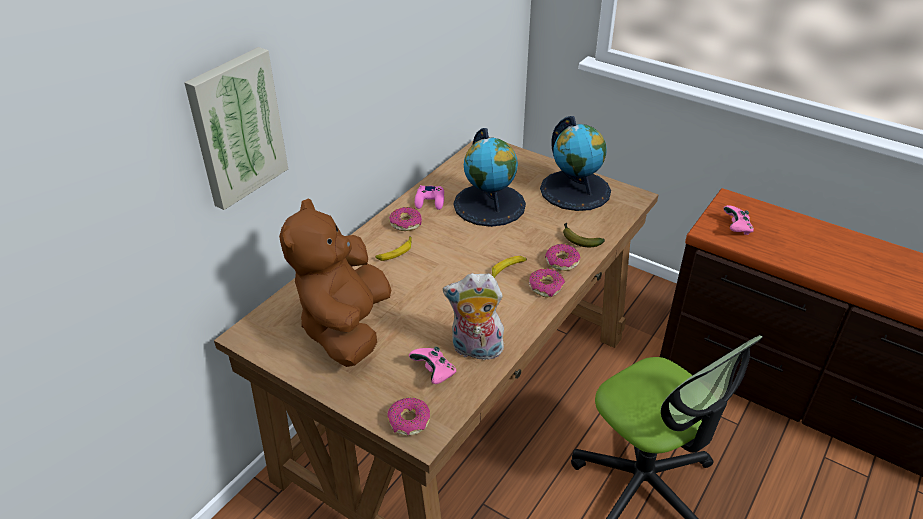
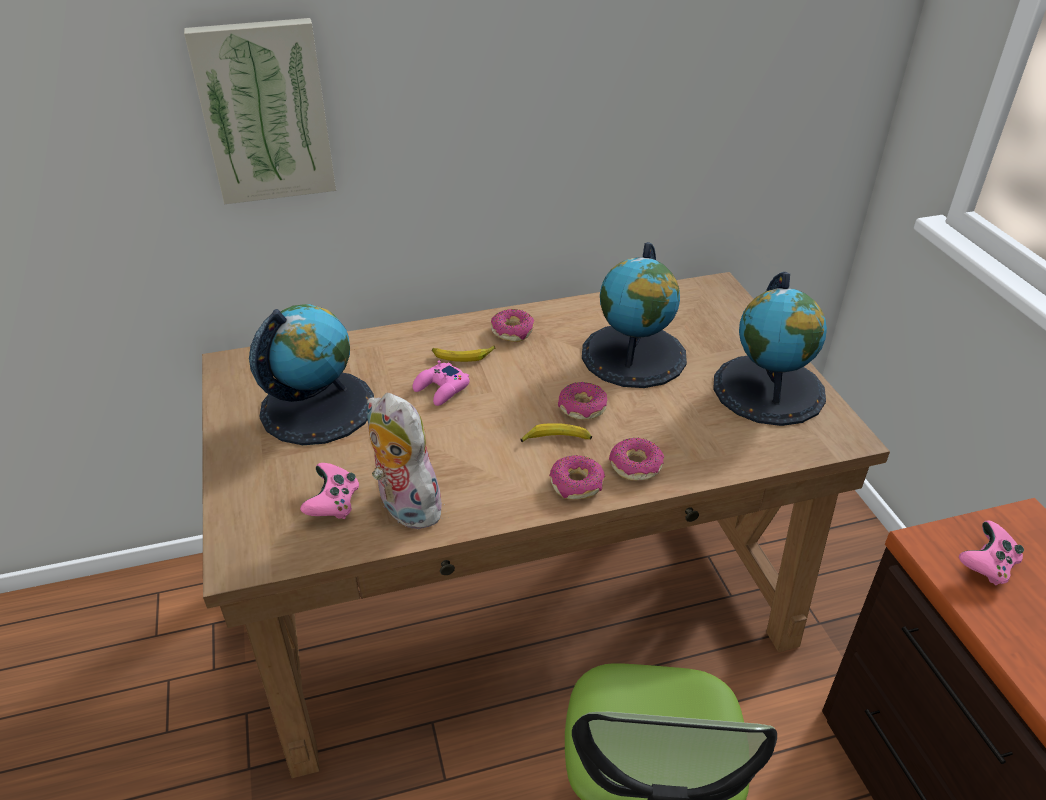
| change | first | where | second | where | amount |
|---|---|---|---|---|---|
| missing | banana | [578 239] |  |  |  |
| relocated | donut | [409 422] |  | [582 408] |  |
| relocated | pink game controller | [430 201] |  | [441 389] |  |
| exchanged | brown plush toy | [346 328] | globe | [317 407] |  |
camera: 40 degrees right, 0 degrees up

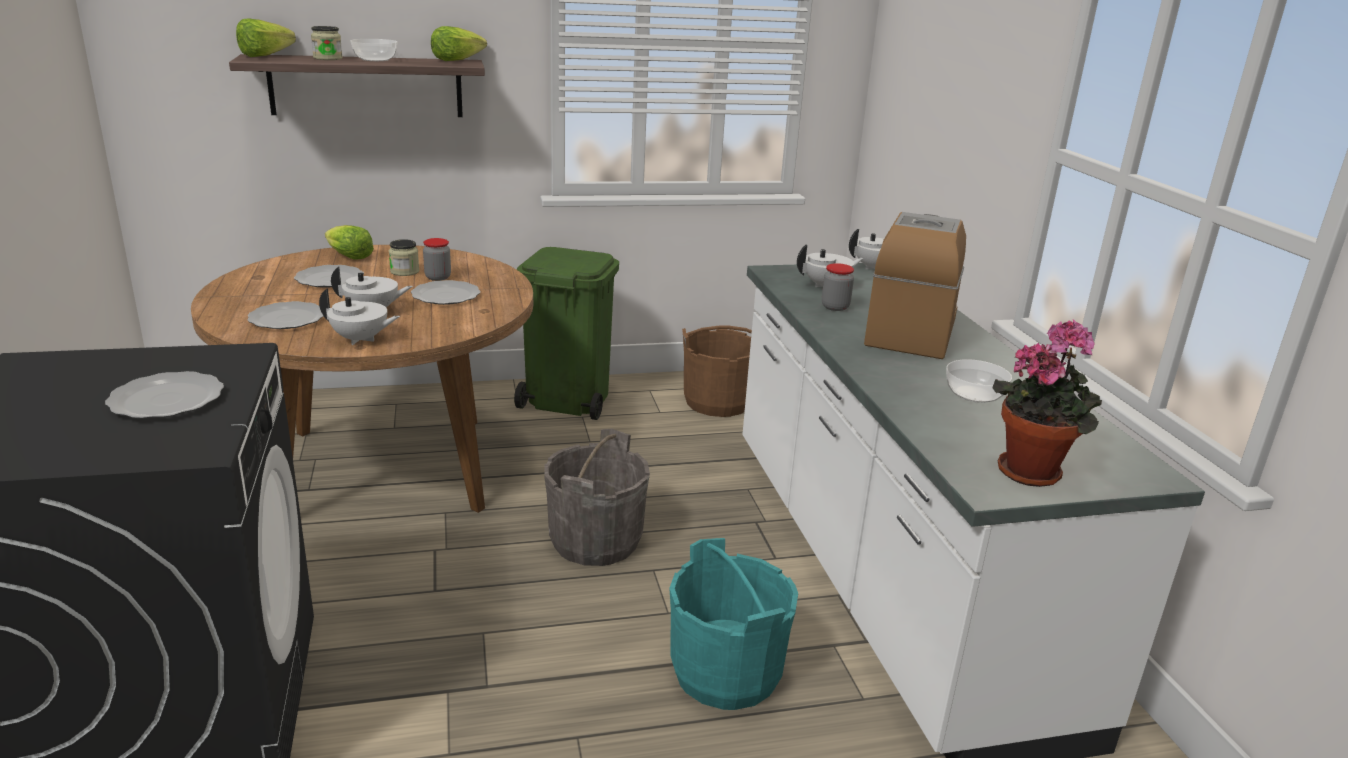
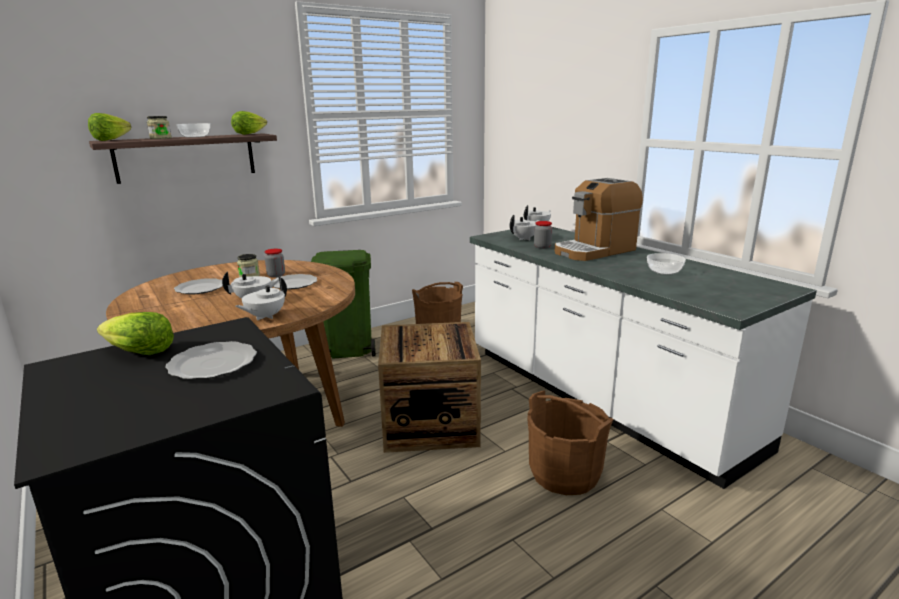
| change | first | where | second | where | amount |
|---|---|---|---|---|---|
| missing | plate | [286 318] |  |  |  |
| missing | potted plant | [1033 471] |  |  |  |
| relocated | lettuce | [348 256] |  | [139 352] |  |
| exchanged | grey bucket | [595 541] | crate | [430 423] |  |
| colour | turquoise bucket | [725 673] | brown bucket | [564 474] |  |
| spun | white teapot | [360 339] |  | [265 317] | 135 degrees clockwise |
| spun | coffee machine | [911 331] |  | [594 251] | 120 degrees counterclockwise |
camera: 20 degrees left, 5 degrees down

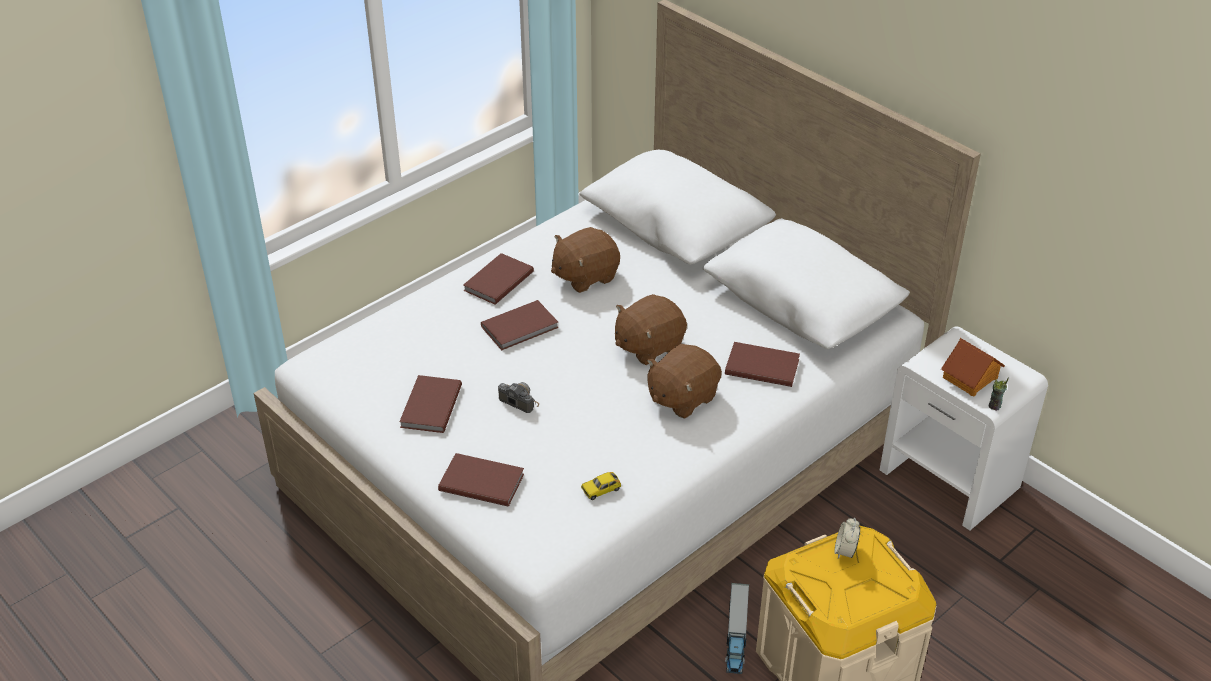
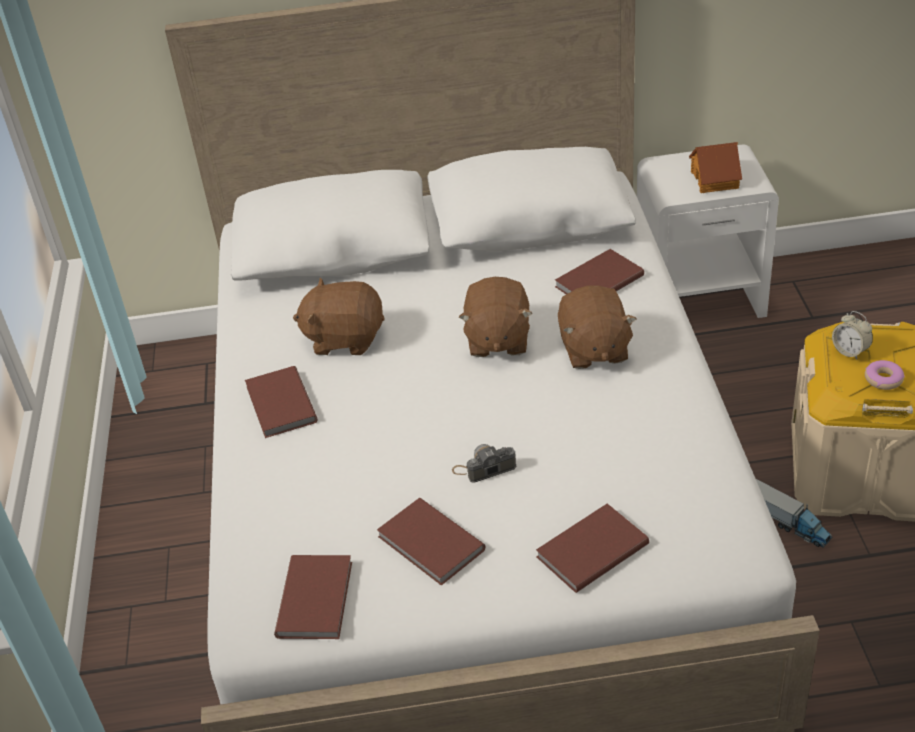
| change | first | where | second | where | amount |
|---|---|---|---|---|---|
| missing | toy car | [601 489] |  |  |  |
| missing | cup | [995 406] |  |  |  |
| appeared |  |  | donut | [883 379] |  |
| relocated | brown book | [521 328] |  | [317 598] |  |
| spun | brown plush toy | [585 276] |  | [344 338] | 90 degrees clockwise |
camera: 50 degrees left, 0 degrees up

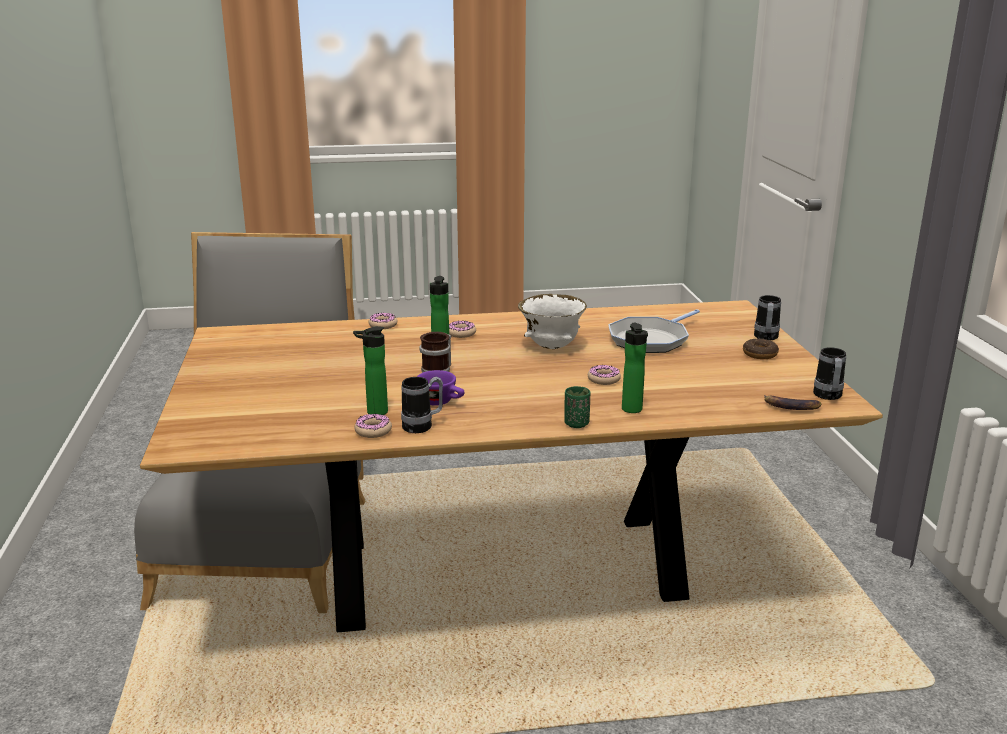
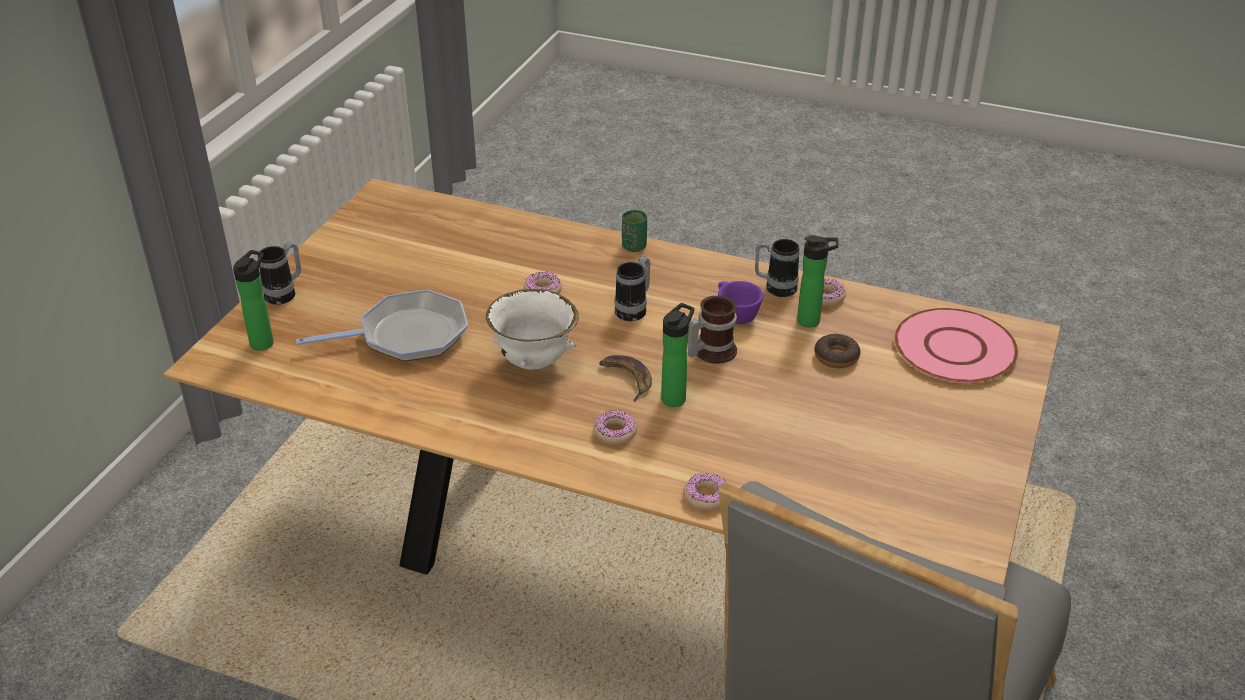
| change | first | where | second | where | amount |
|---|---|---|---|---|---|
| appeared |  |  | pink plate | [954 349] |  |
| relocated | bottle | [632 410] |  | [264 341] |  |
| relocated | donut | [760 354] |  | [836 357] |  |
| relocated | banana | [791 406] |  | [627 378] |  |
| relocated | mug | [828 397] |  | [634 309] |  |
camera: 150 degrees left, 15 degrees up

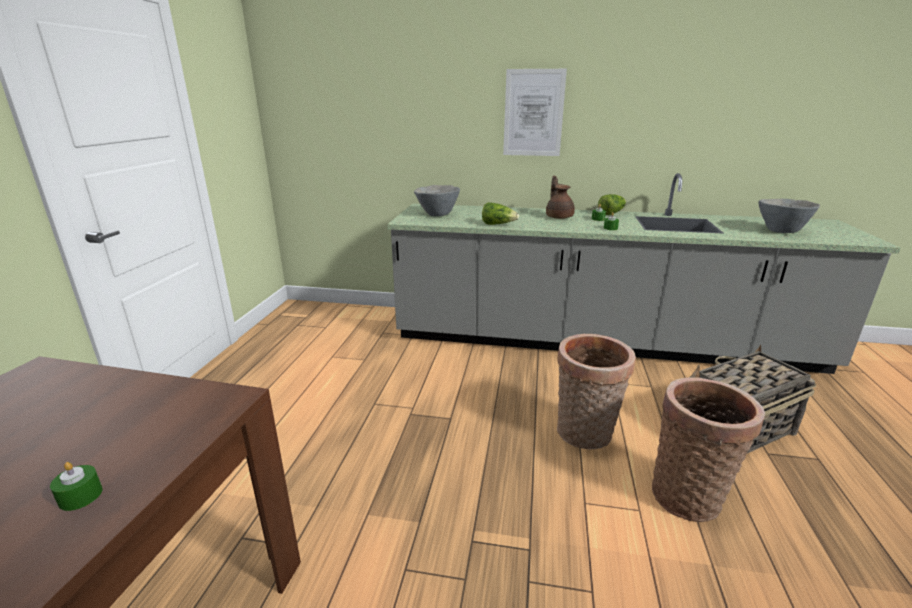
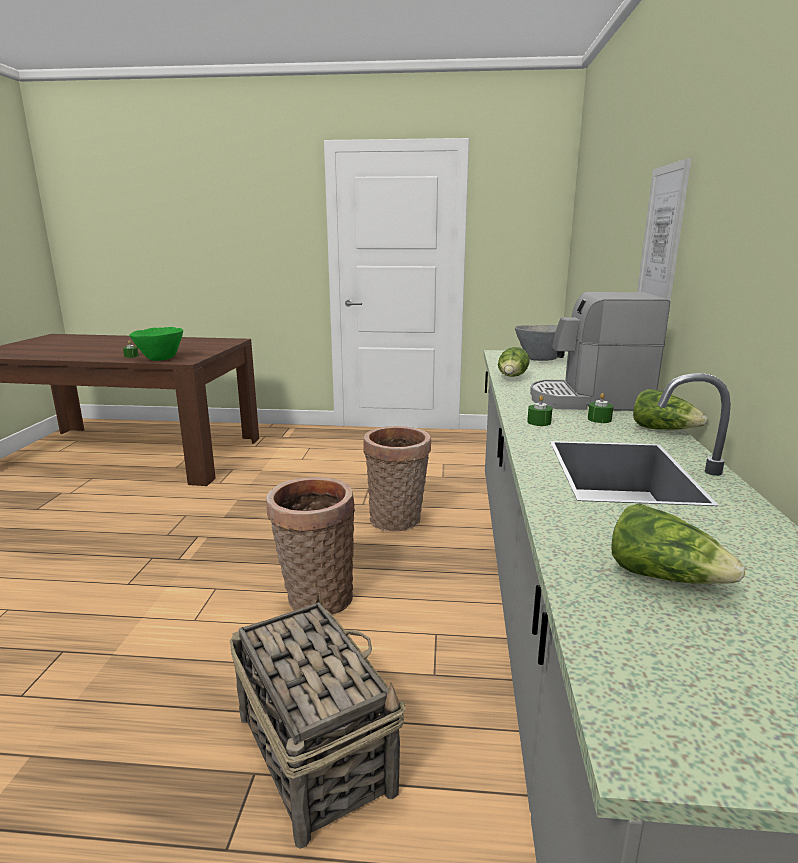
| change | first | where | second | where | amount |
|---|---|---|---|---|---|
| appeared |  |  | green bowl | [160 359] |  |
| relocated | basket | [689 494] |  | [397 521] |  |
| exchanged | brown teapot | [559 217] | coffee machine | [589 401] |  |
| exchanged | grey bowl | [780 231] | lettuce | [664 577] |  |
camera: 85 degrees right, 5 degrees down

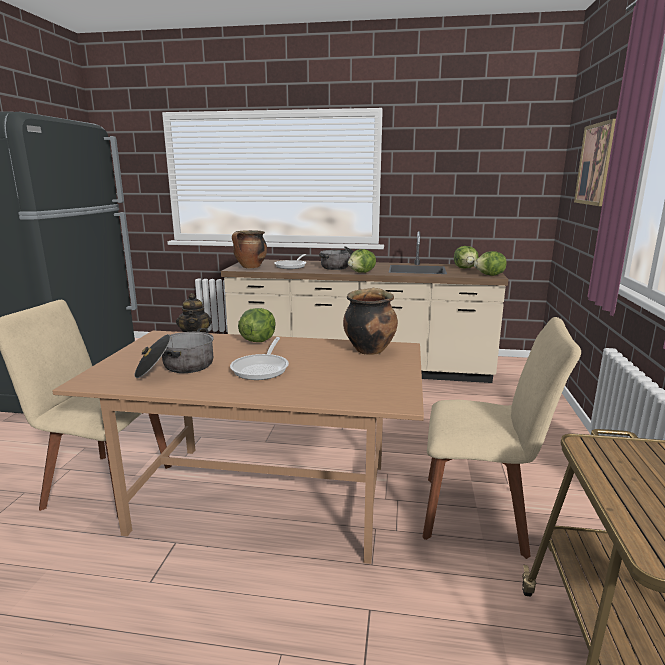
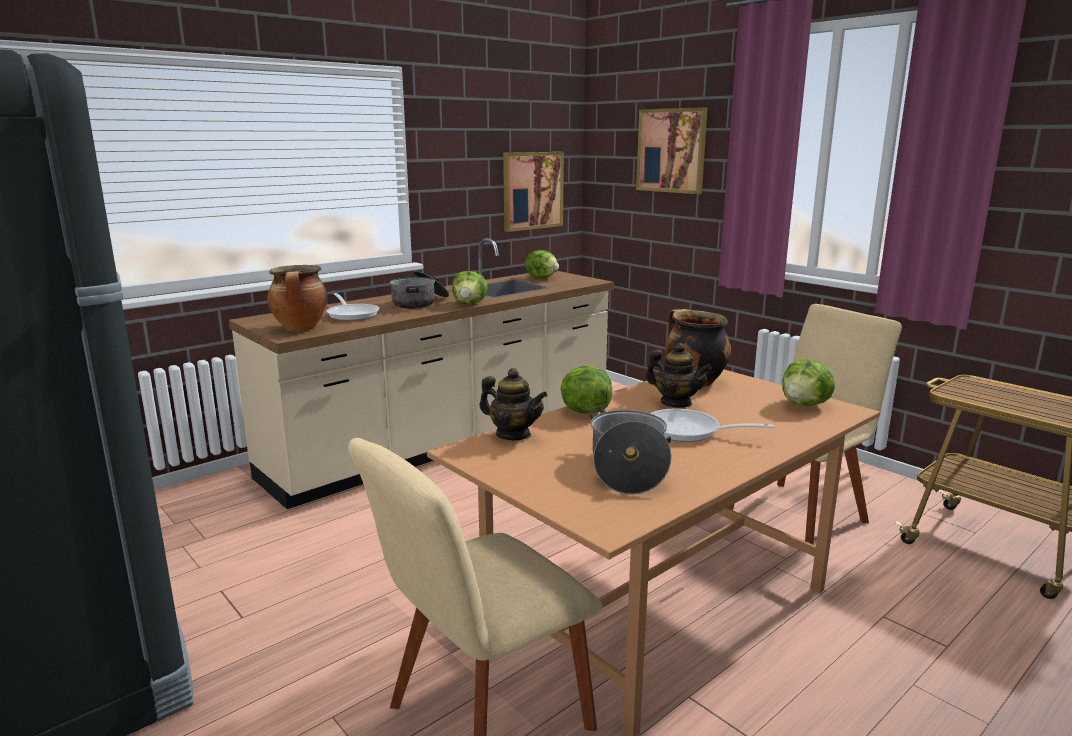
| change | first | where | second | where | amount |
|---|---|---|---|---|---|
| appeared |  |  | picture | [532 190] |  |
| appeared |  |  | teapot | [676 403] |  |
| relocated | lettuce | [490 275] |  | [805 405] |  |
| spun | frying pan | [262 368] |  | [689 431] | 150 degrees clockwise |
camera: 50 degrees left, 0 degrees up

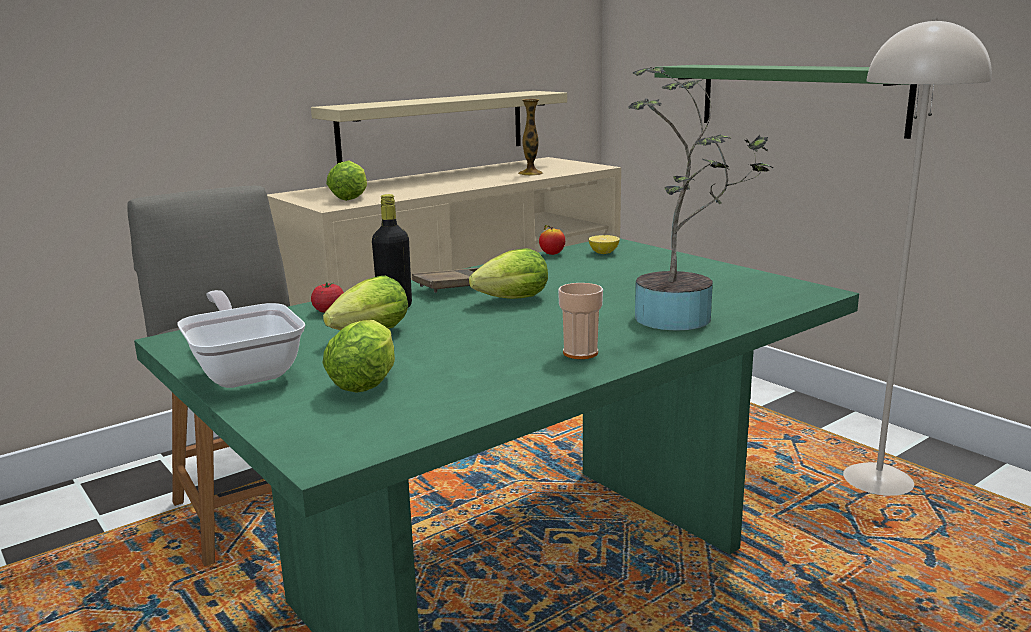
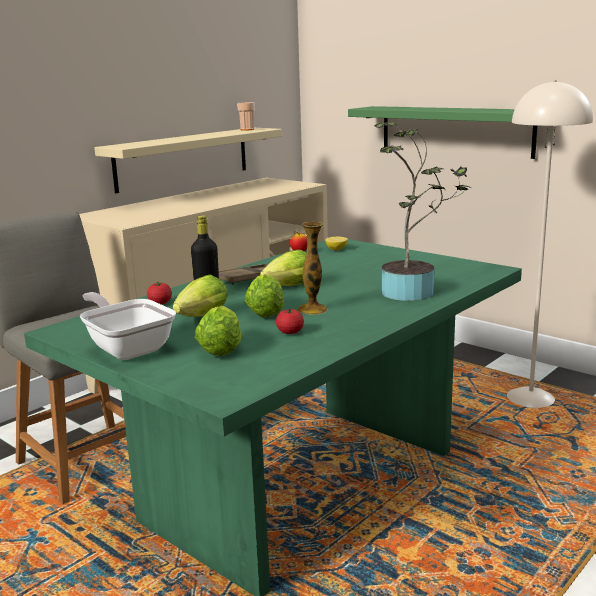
| change | first | where | second | where | amount |
|---|---|---|---|---|---|
| appeared |  |  | tomato | [290 332] |  |
| relocated | lettuce | [351 198] |  | [265 311] |  |
| relocated | vase | [530 173] |  | [312 309] |  |
| relocated | cup | [580 353] |  | [247 129] |  |
camera: 10 degrees left, 0 degrees up

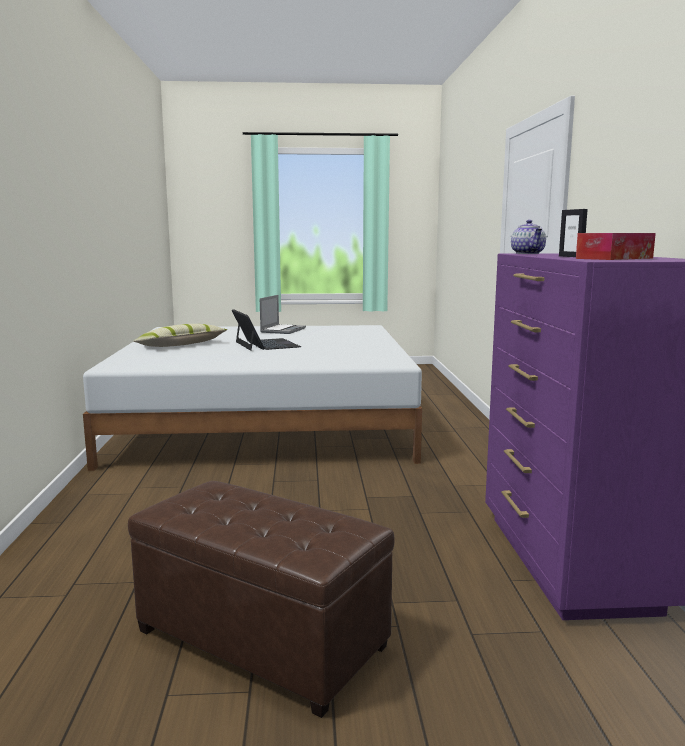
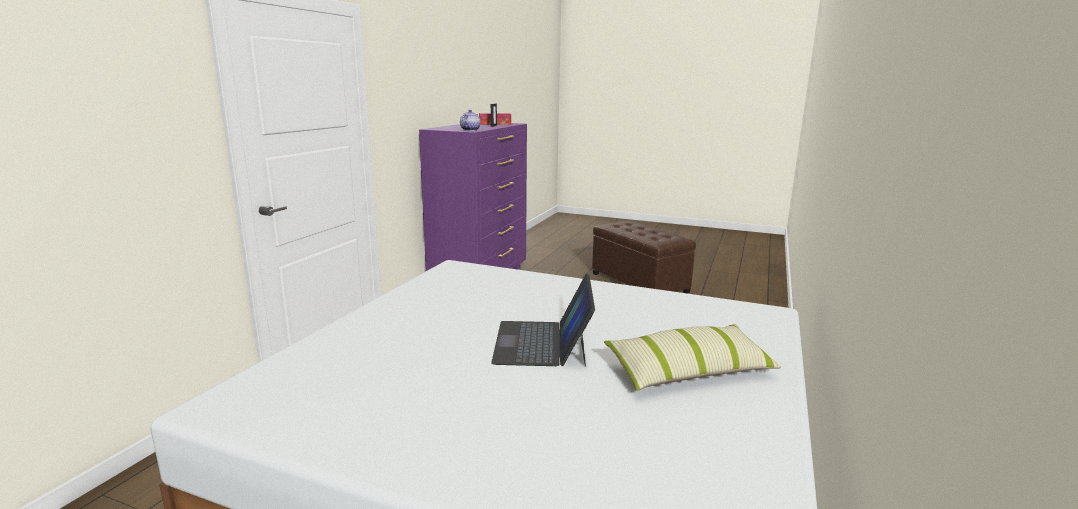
| change | first | where | second | where | amount |
|---|---|---|---|---|---|
| missing | laptop | [282 330] |  |  |  |
camera: 155 degrees left, 5 degrees up

